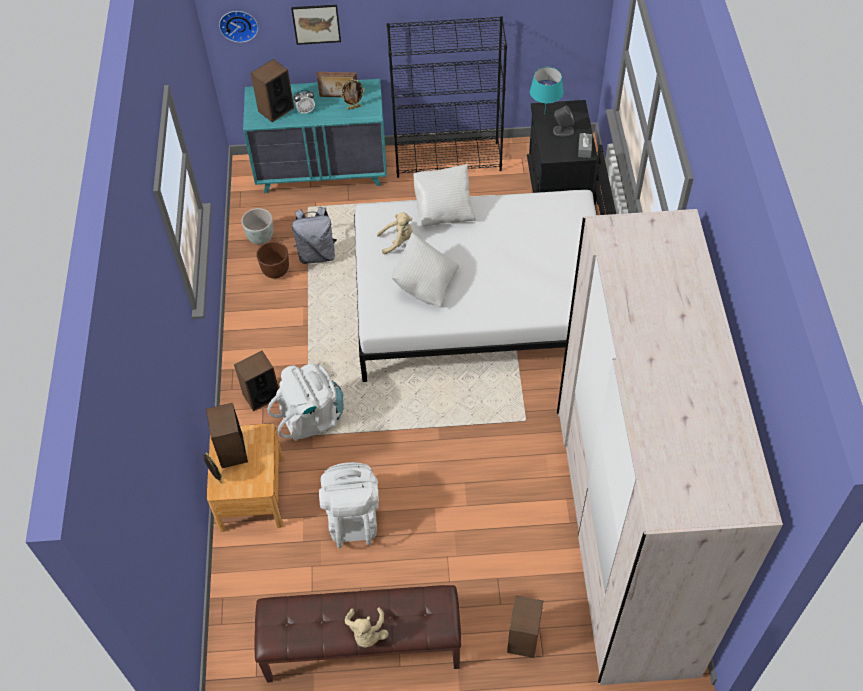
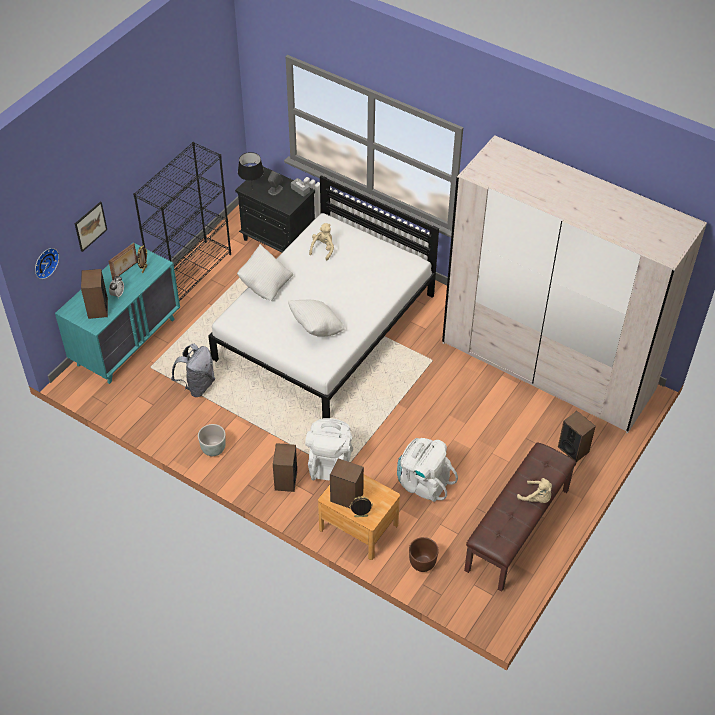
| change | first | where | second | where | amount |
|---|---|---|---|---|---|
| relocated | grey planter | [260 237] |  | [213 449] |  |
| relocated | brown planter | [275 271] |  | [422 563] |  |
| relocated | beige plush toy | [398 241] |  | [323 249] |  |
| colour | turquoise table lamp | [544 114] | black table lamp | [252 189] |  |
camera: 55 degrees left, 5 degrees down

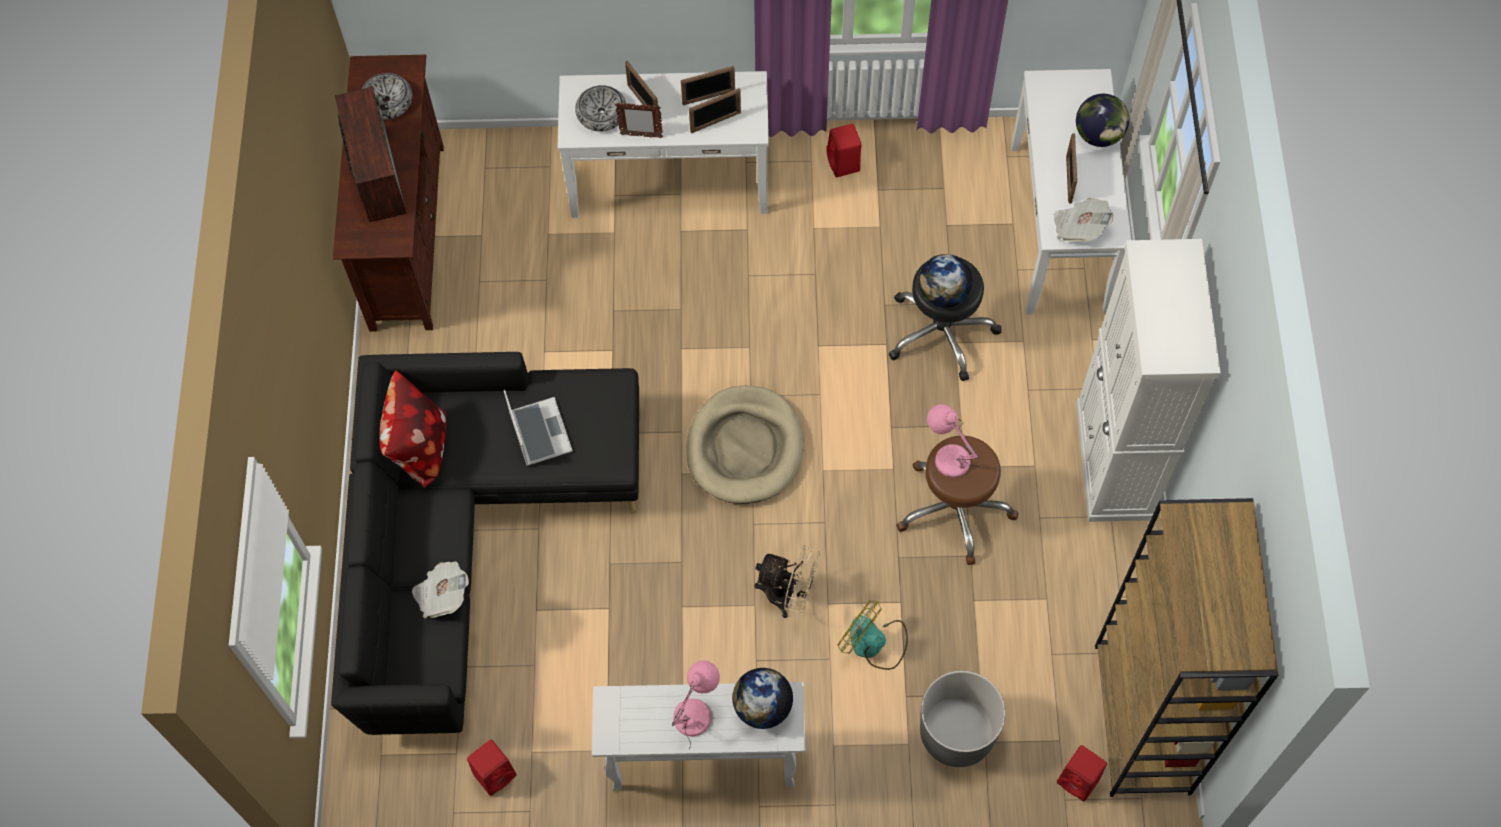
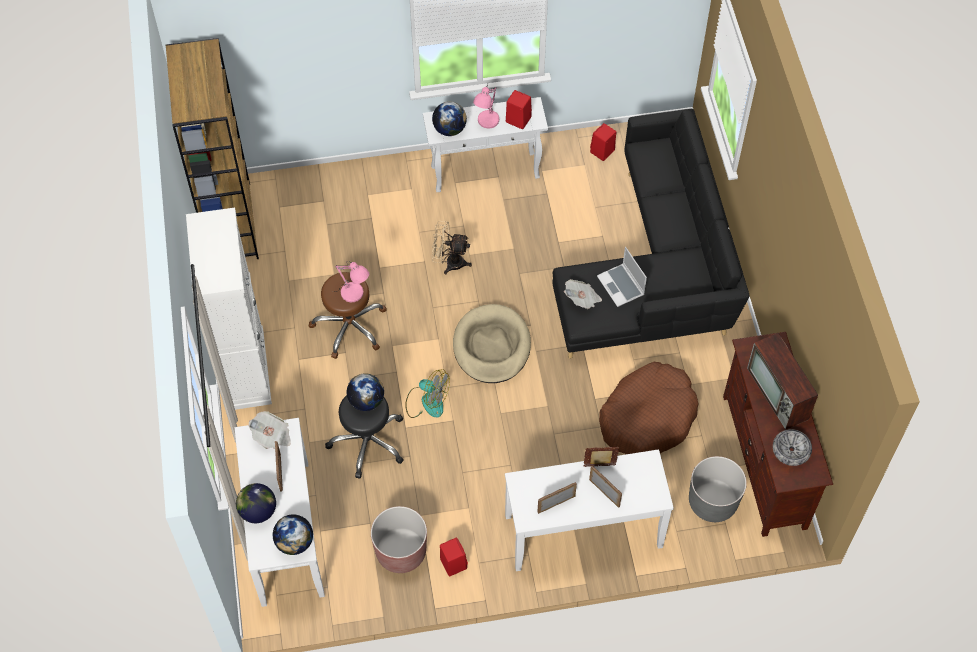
| change | first | where | second | where | amount |
|---|---|---|---|---|---|
| missing | pillow | [419 448] |  |  |  |
| missing | bowl | [601 113] |  |  |  |
| missing | picture frame | [715 122] |  |  |  |
| appeared |  |  | globe | [295 542] |  |
| appeared |  |  | brown planter | [401 552] |  |
| appeared |  |  | brown dog bed | [647 417] |  |
| relocated | newspaper | [442 595] |  | [582 299] |  |
| relocated | fan | [874 643] |  | [427 401] |  |
| relocated | grey planter | [957 733] |  | [712 502] |  |
| relocated | red speaker | [1079 781] |  | [517 119] |  |
camera: 170 degrees right, 5 degrees down

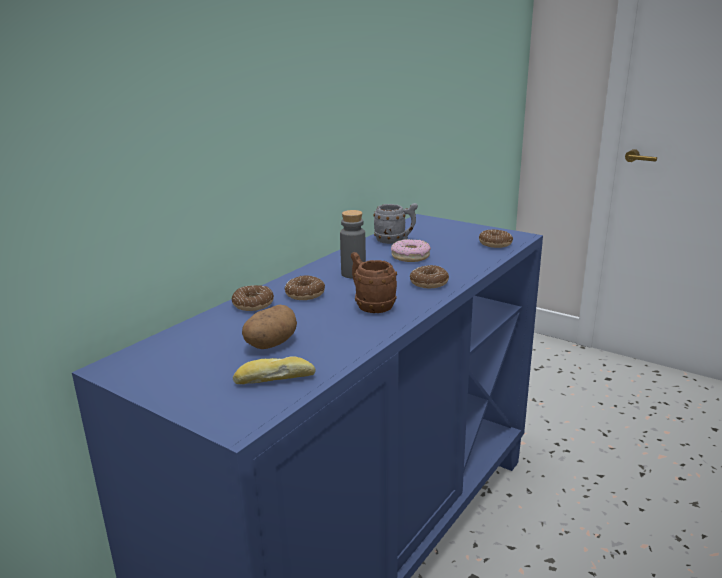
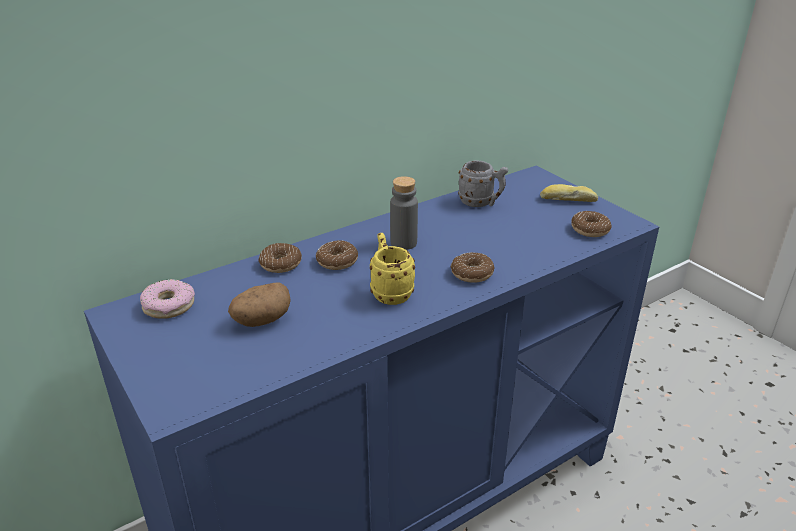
| change | first | where | second | where | amount |
|---|---|---|---|---|---|
| relocated | bread | [274 379] |  | [568 200] |  |
| relocated | donut | [410 256] |  | [169 306] |  |
| colour | brown mug | [370 306] | yellow mug | [389 292] |  |
camera: 20 degrees right, 10 degrees up

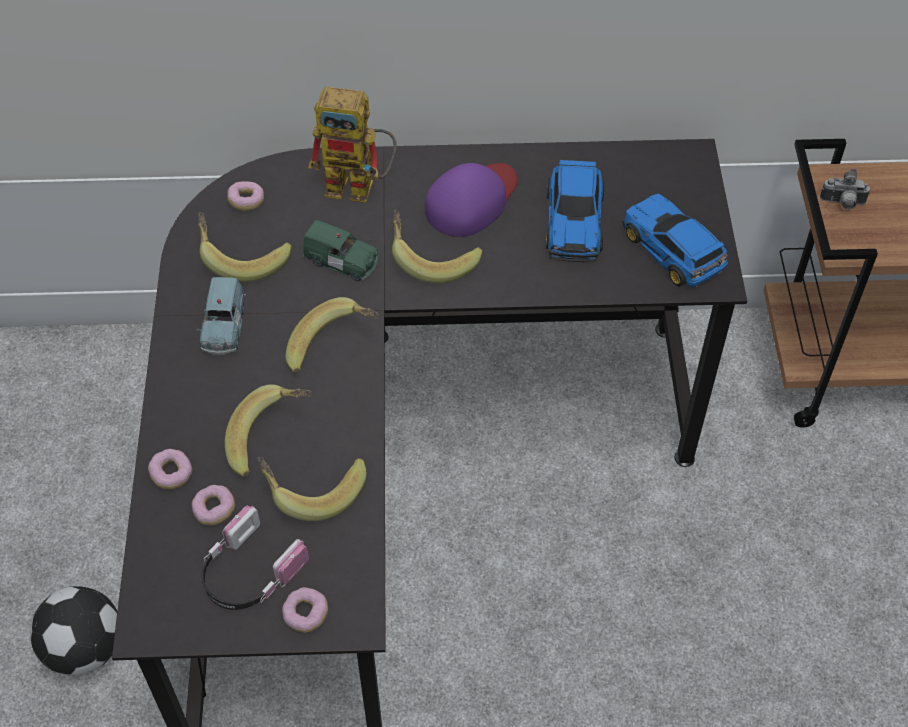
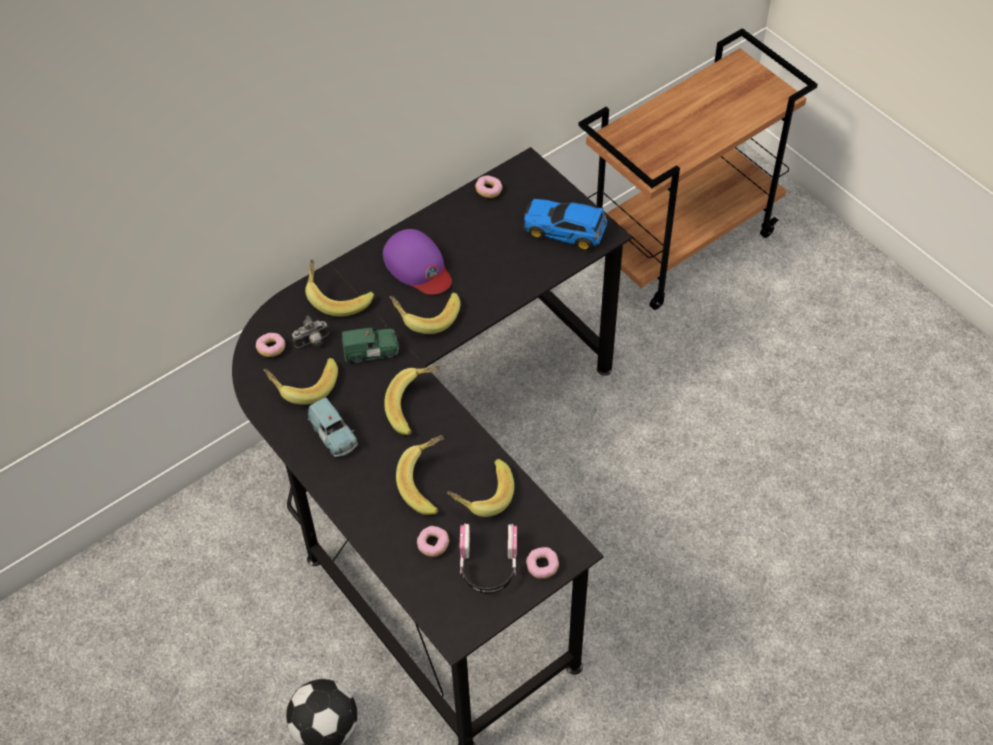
| change | first | where | second | where | amount |
|---|---|---|---|---|---|
| missing | toy car | [574 221] |  |  |  |
| relocated | donut | [172 474] |  | [489 191] |  |
| relocated | photo camera | [842 203] |  | [313 342] |  |
| exchanged | toy robot | [360 186] | banana | [338 297] |  |
| spun | purple cap | [472 200] |  | [418 266] | 135 degrees clockwise |
camera: 35 degrees left, 0 degrees up

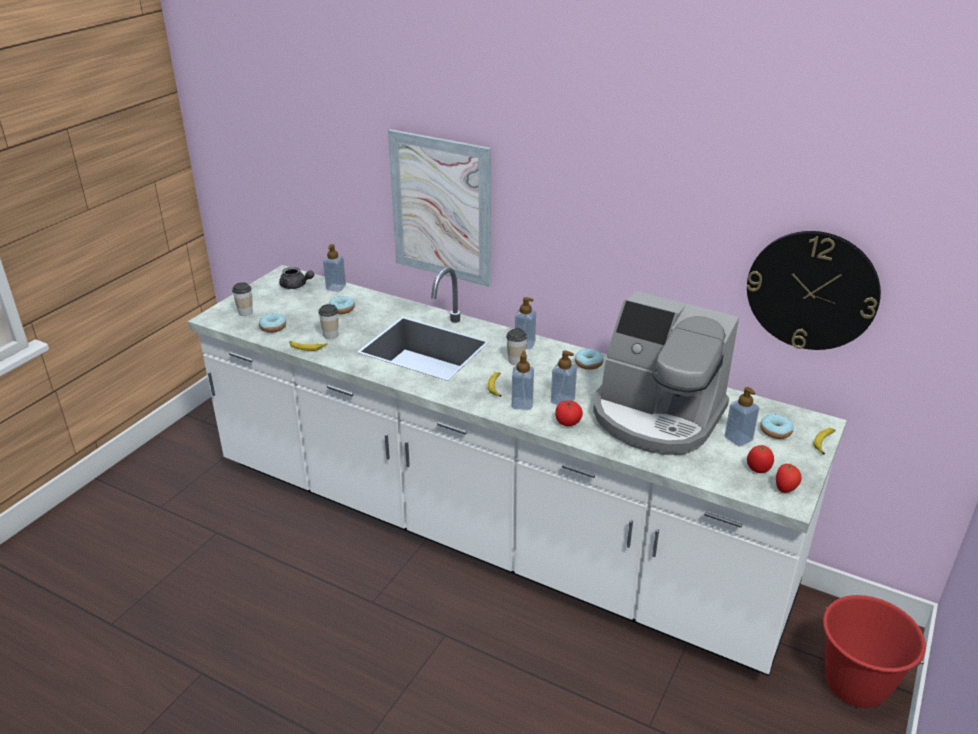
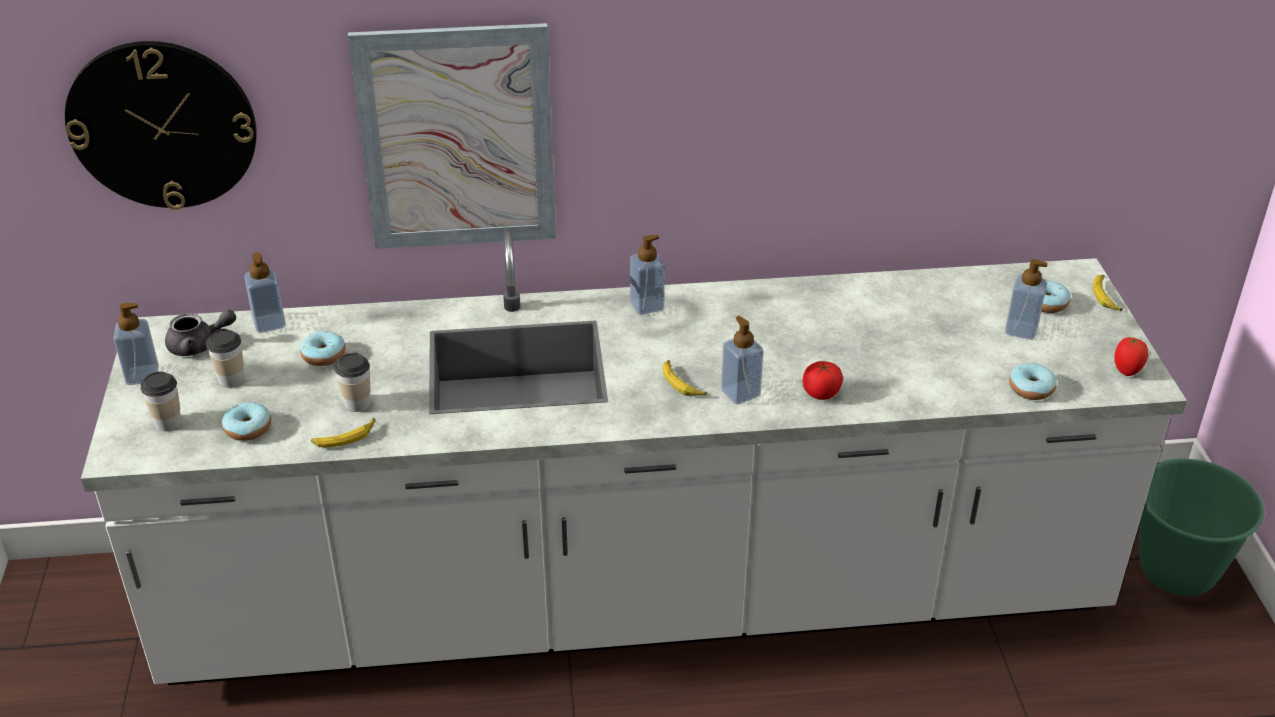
| change | first | where | second | where | amount |
|---|---|---|---|---|---|
| missing | coffee machine | [656 416] |  |  |  |
| missing | tomato | [758 469] |  |  |  |
| relocated | cup | [516 361] |  | [231 379] |  |
| relocated | soap dispenser | [562 400] |  | [142 375] |  |
| relocated | donut | [588 364] |  | [1031 389] |  |
| relocated | wall clock | [812 290] |  | [162 125] |  |
| colour | red bucket | [855 684] | green bucket | [1177 570] |  |
camera: 35 degrees left, 5 degrees up

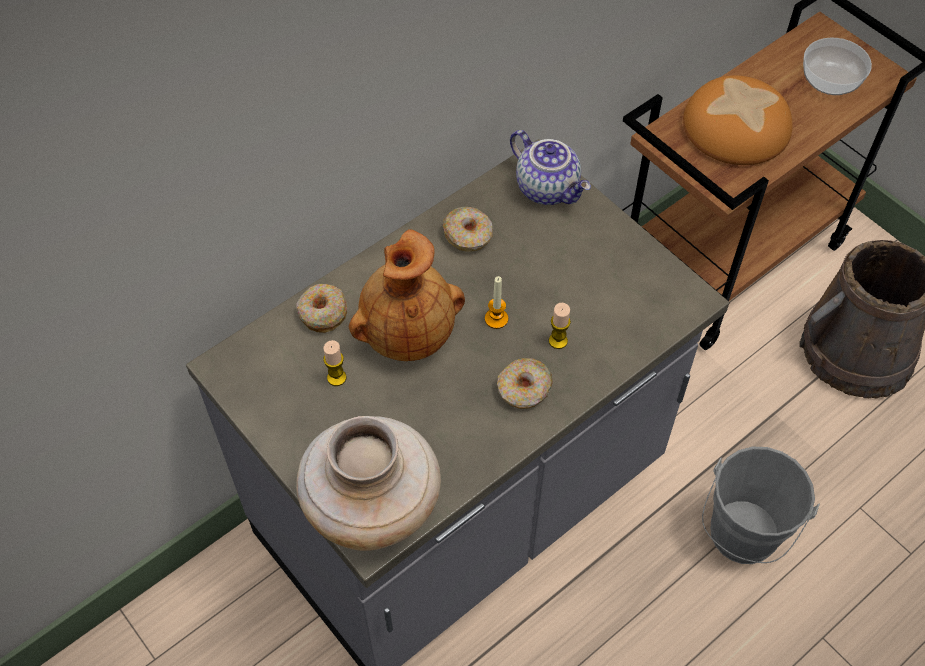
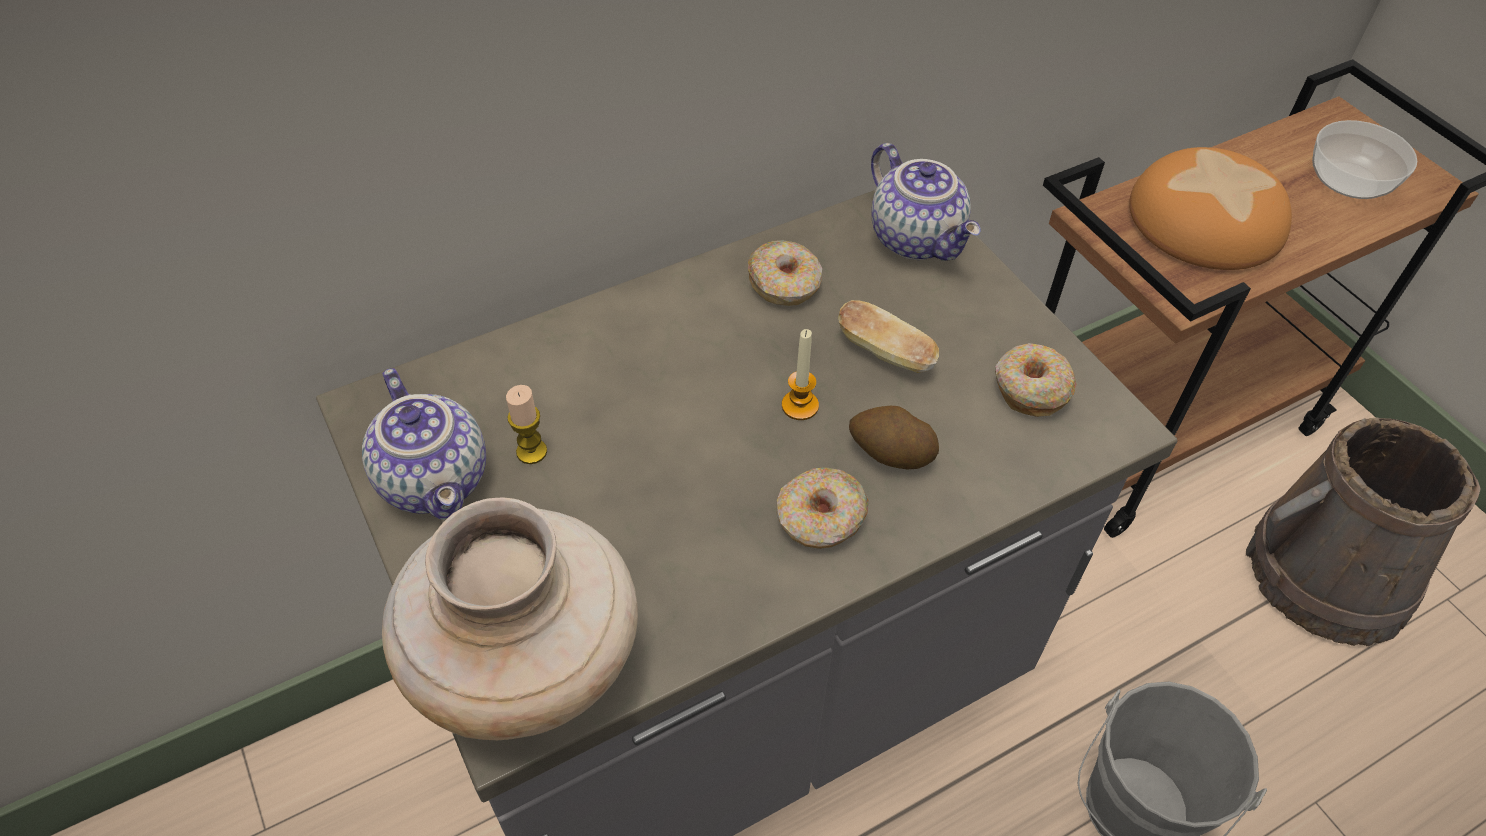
| change | first | where | second | where | amount |
|---|---|---|---|---|---|
| missing | brown vase | [407 334] |  |  |  |
| appeared |  |  | teapot | [437 480] |  |
| appeared |  |  | bread | [884 353] |  |
| relocated | donut | [322 313] |  | [1030 388] |  |
| exchanged | candle | [558 341] | potato | [890 453] |  |
camera: 10 degrees right, 5 degrees down

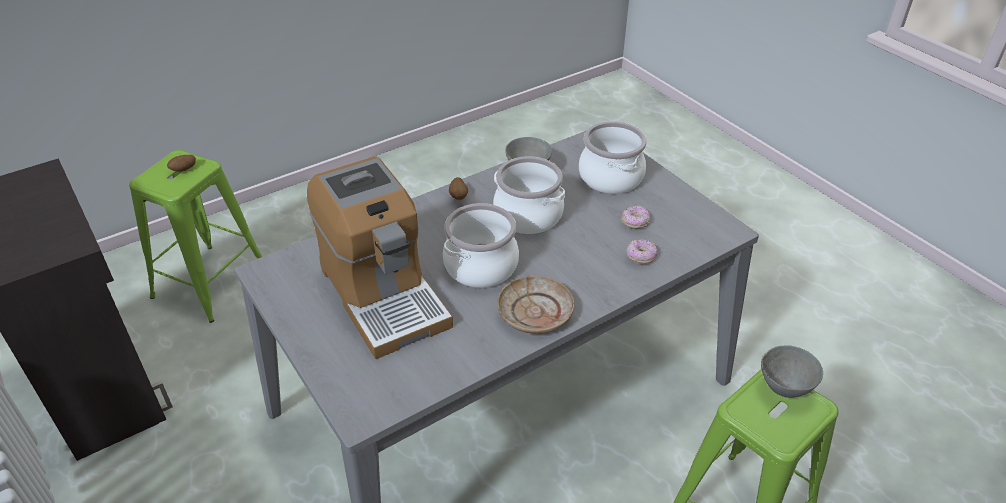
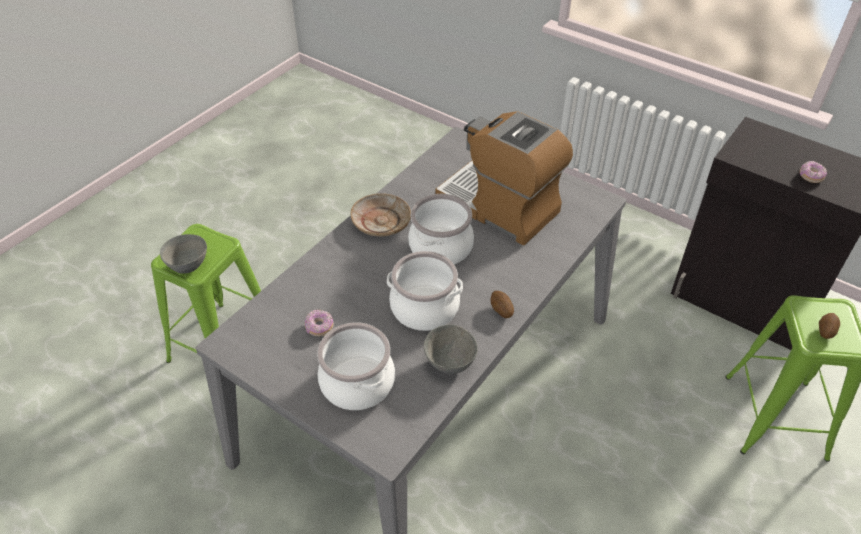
| change | first | where | second | where | amount |
|---|---|---|---|---|---|
| relocated | donut | [641 257] |  | [810 176] |  |
camera: 160 degrees right, 5 degrees up

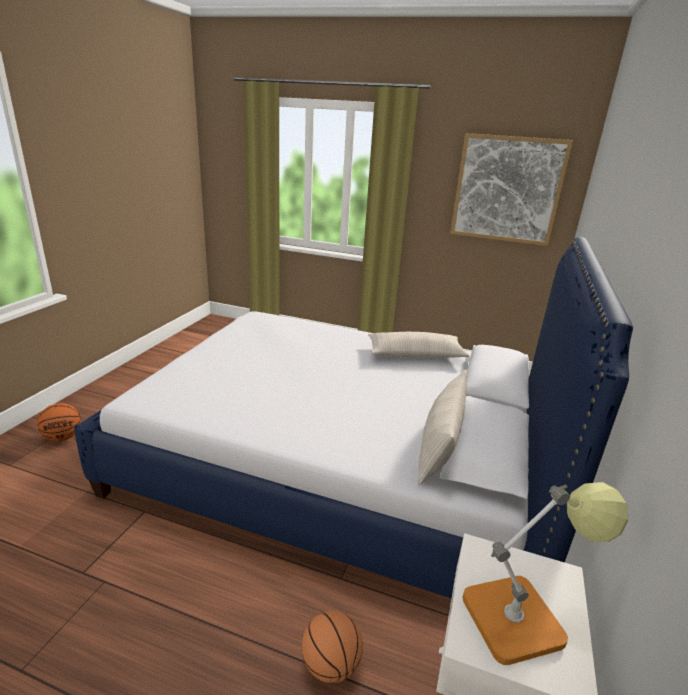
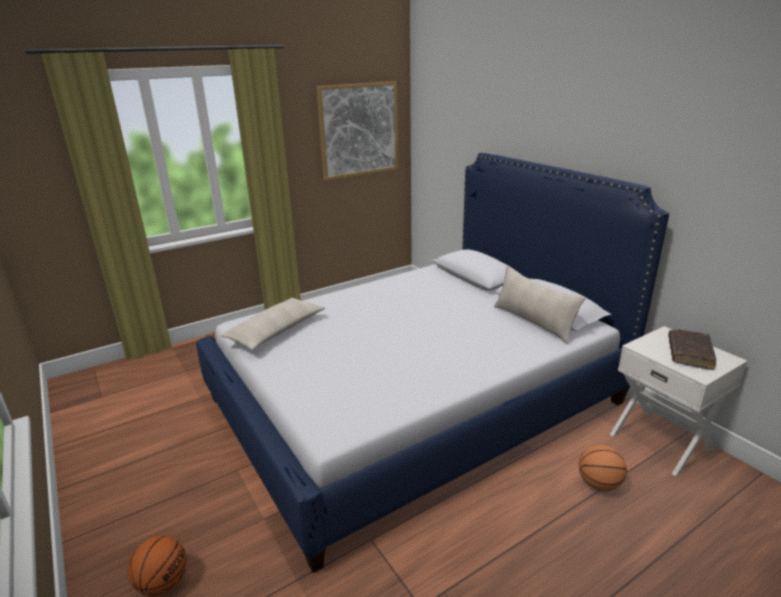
| change | first | where | second | where | amount |
|---|---|---|---|---|---|
| relocated | beige pillow | [415 355] |  | [275 331] |  |
| exchanged | table lamp | [523 616] | brown book | [689 354] |  |
camera: 50 degrees left, 0 degrees up

